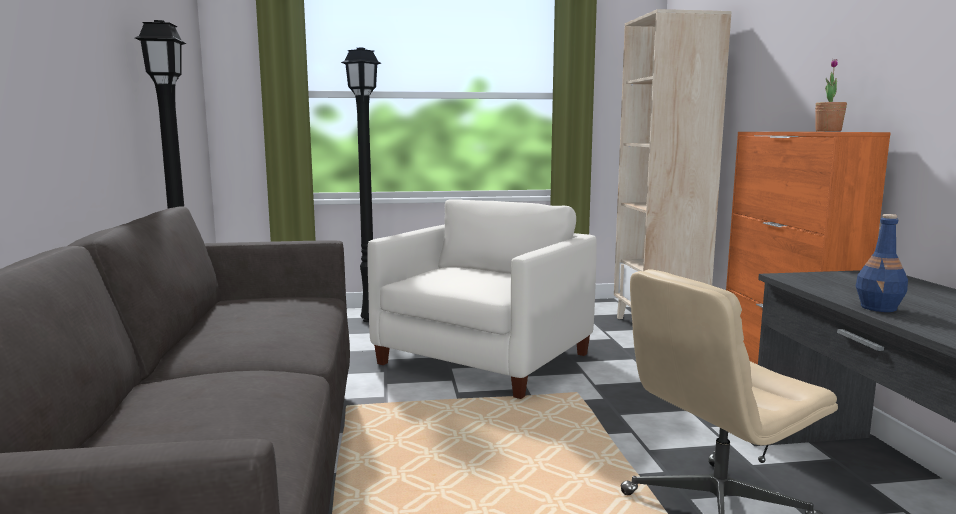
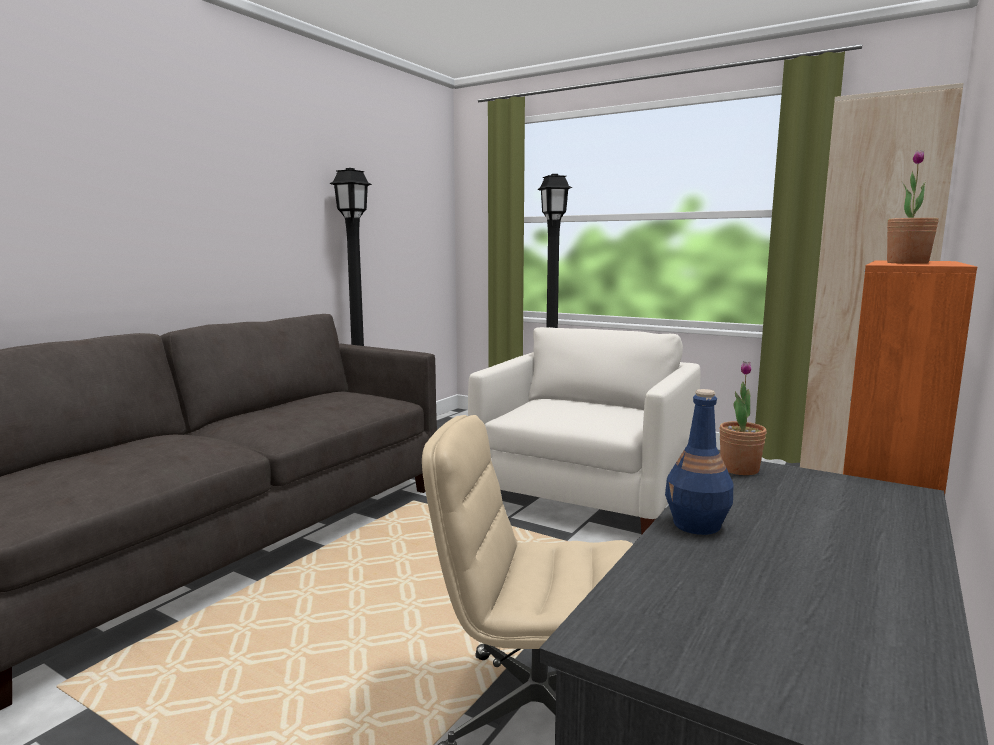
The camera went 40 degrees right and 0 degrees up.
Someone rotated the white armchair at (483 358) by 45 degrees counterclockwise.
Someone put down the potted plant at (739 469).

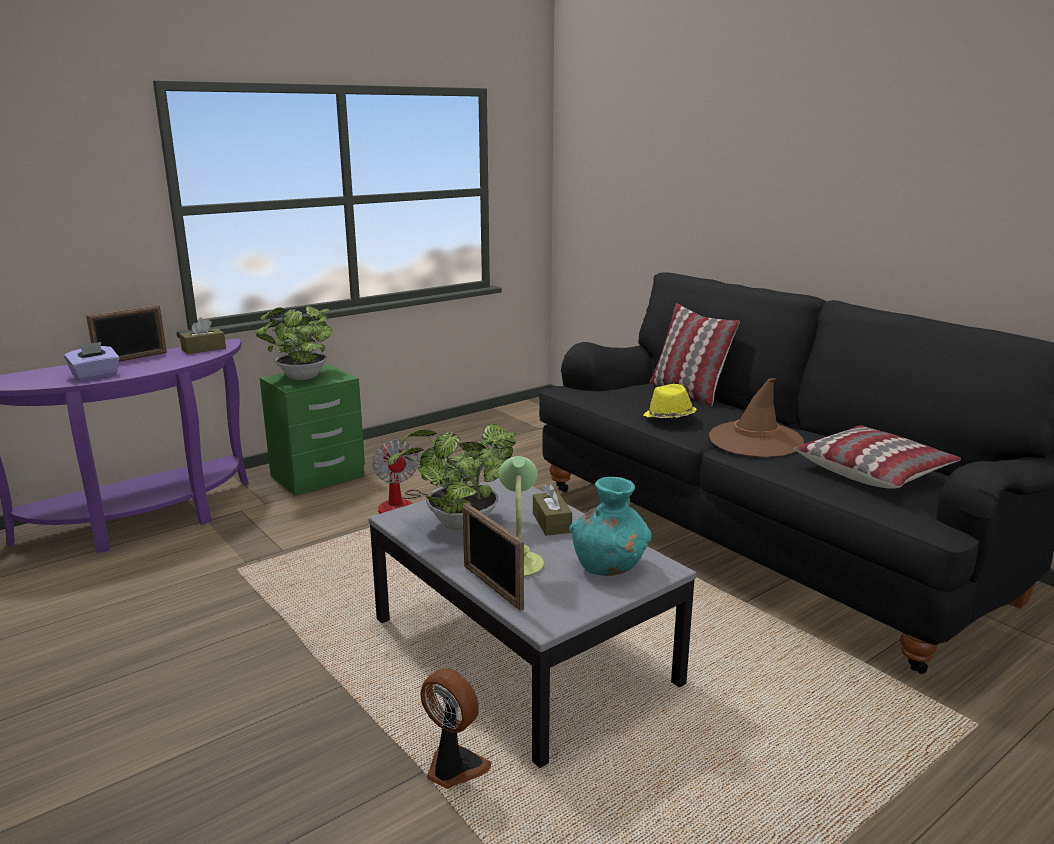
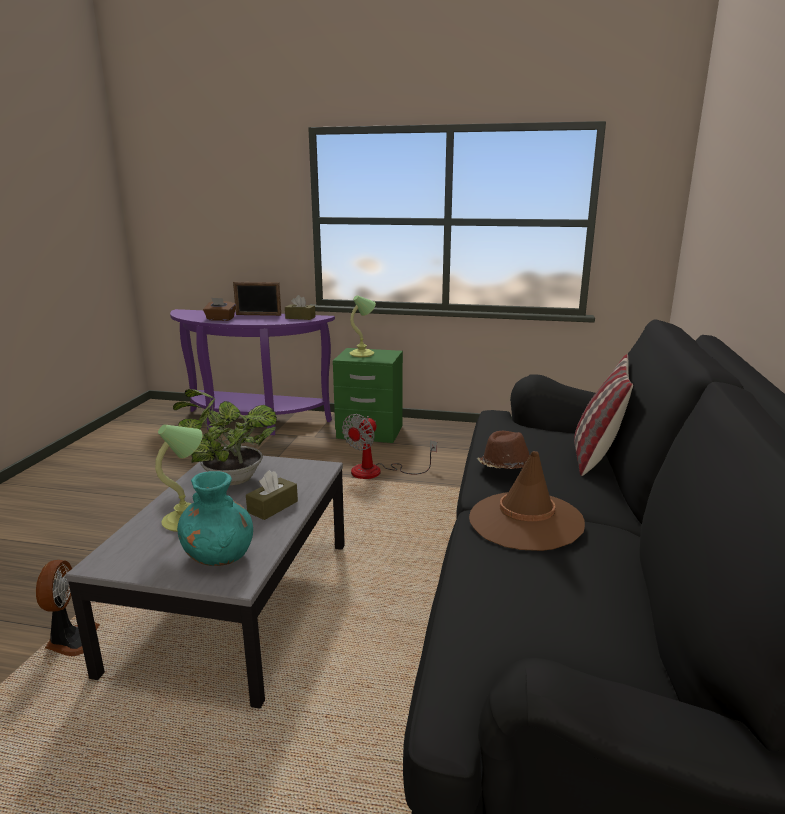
The camera went 50 degrees right and 0 degrees up.
Someone repainted the purple tissue box at (95 375), which became the brown tissue box at (220 319).
Someone swapped the potted plant at (300 378) for the table lamp at (363 354).
Someone repainted the yellow hat at (669 418), which became the brown hat at (505 467).
Someone took away the picture frame at (492 587).
Someone took away the pillow at (873 471).

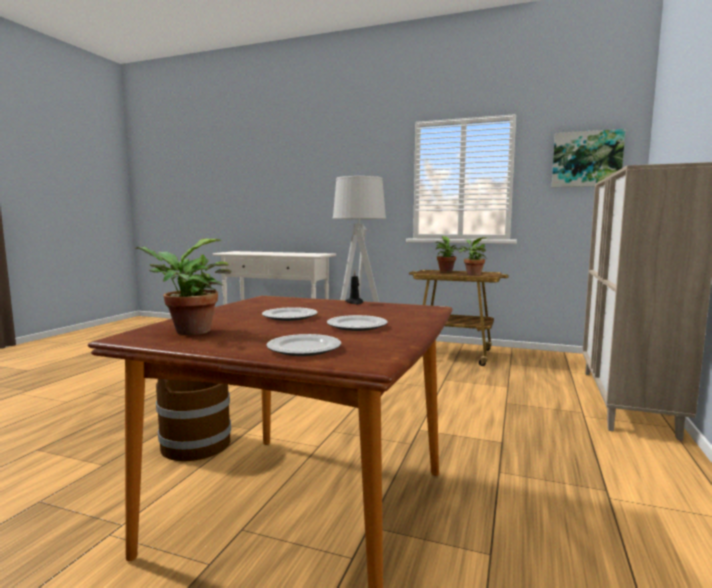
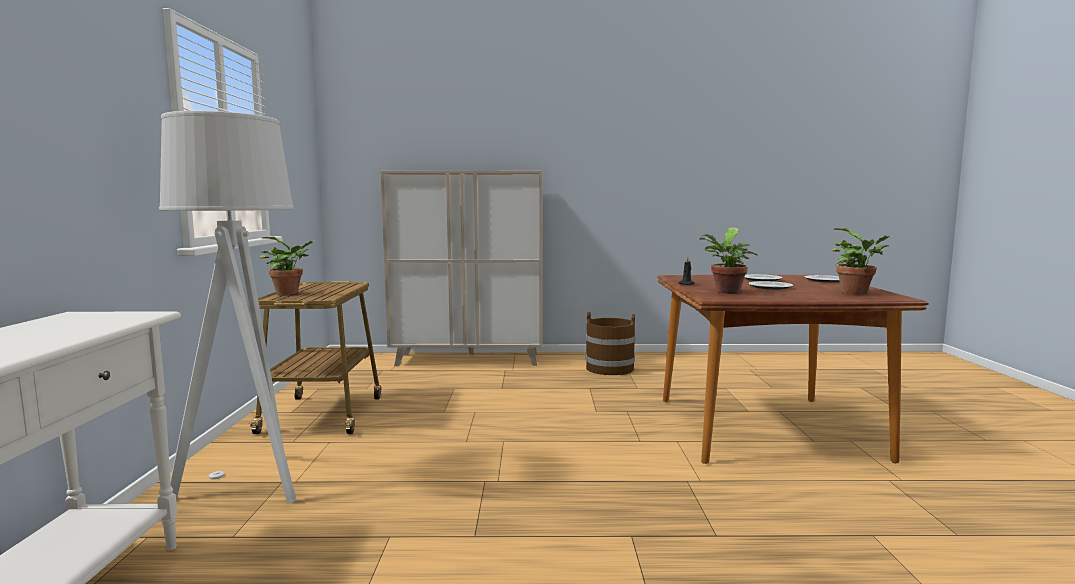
The camera went 110 degrees left and 0 degrees up.
Someone carried the brown bucket from (196 444) to (610 368).
Someone carried the potted plant from (472 274) to (726 292).
Someone took away the picture at (586 159).

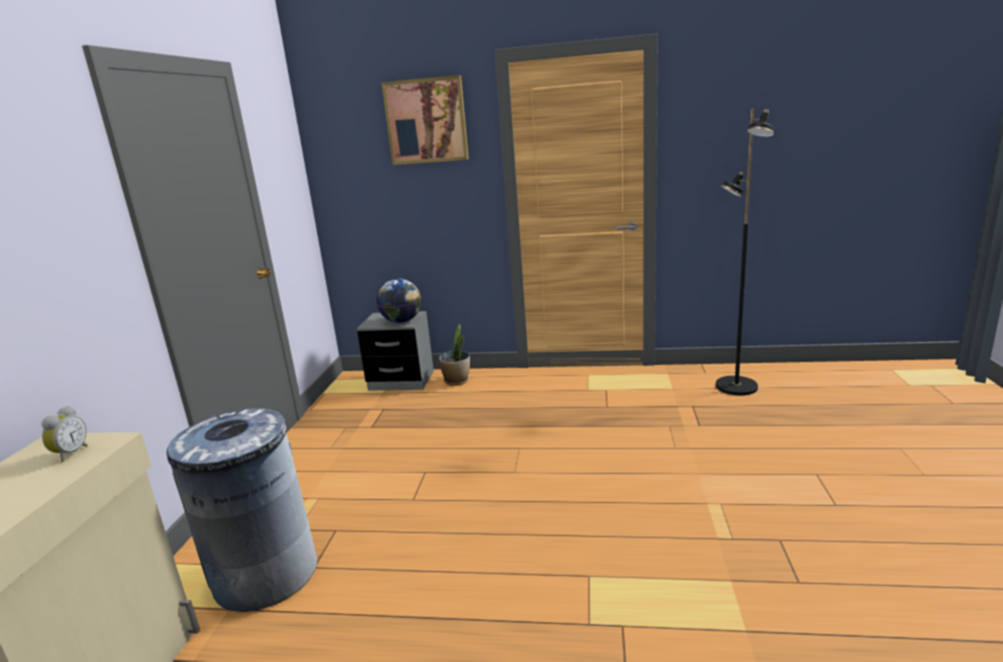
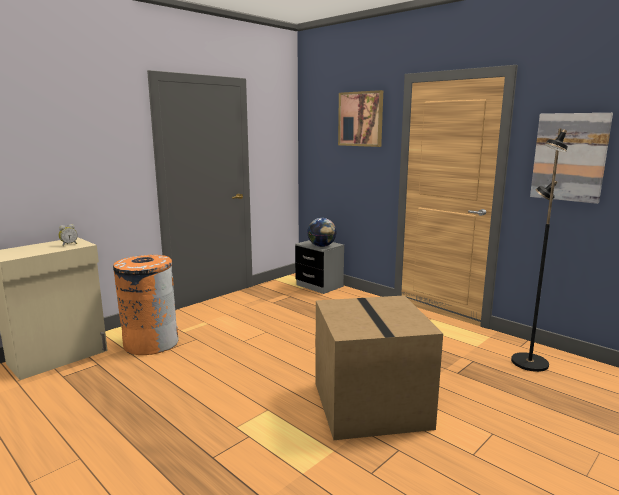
The camera went 35 degrees right and 5 degrees down.
Someone repainted the grey trash can at (265 574), which became the orange trash can at (151 343).
Someone put down the cardboard box at (372 405).
Someone put up the picture at (569 157).
Someone took away the potted plant at (457 381).

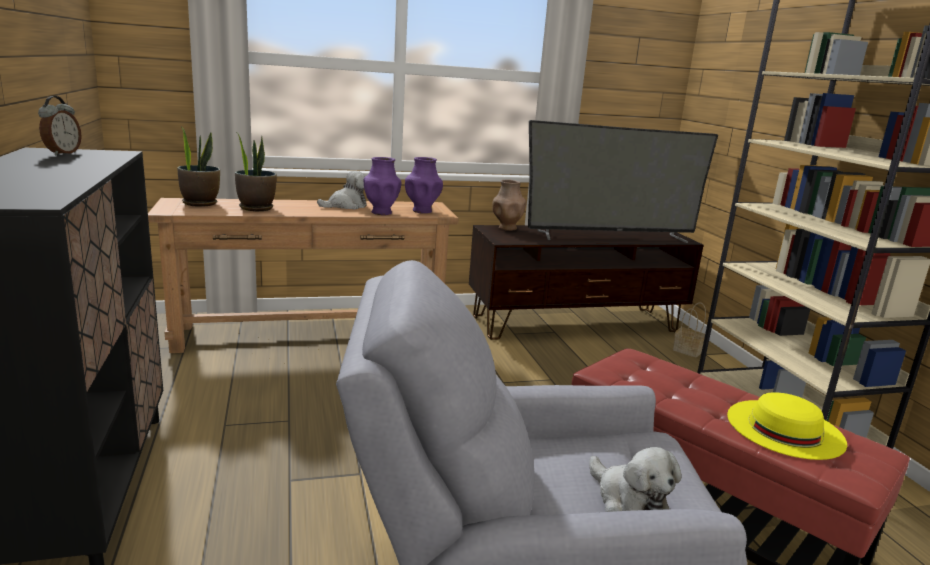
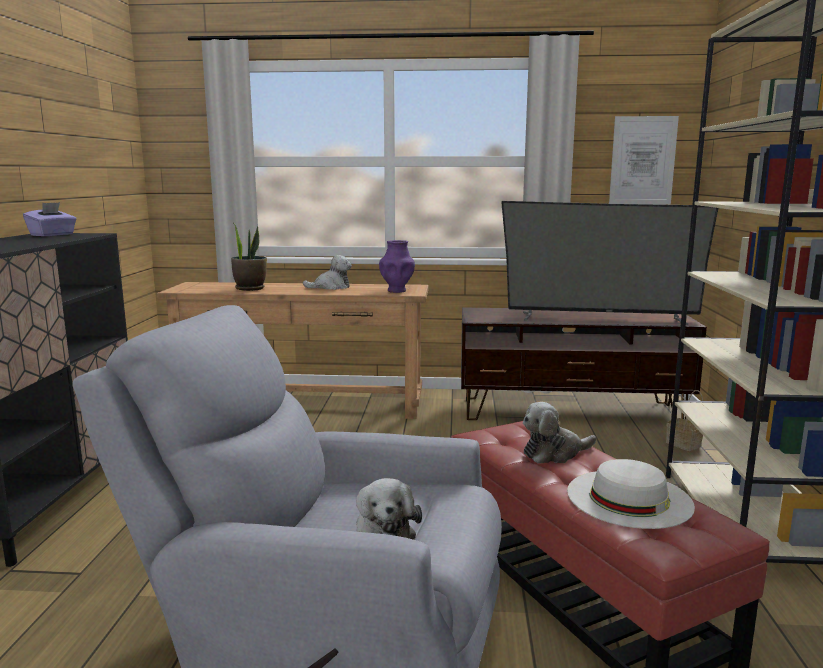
The camera went 20 degrees right and 5 degrees down.
Someone swapped the alarm clock at (62 153) for the purple tissue box at (52 235).
Someone put down the plush toy at (554 453).
Someone repainted the yellow hat at (785 428), which became the white hat at (629 498).
Someone put up the picture at (642 160).
Someone took away the potted plant at (200 203).
Someone took away the purple vase at (381 212).
Someone took away the brown vase at (507 228).

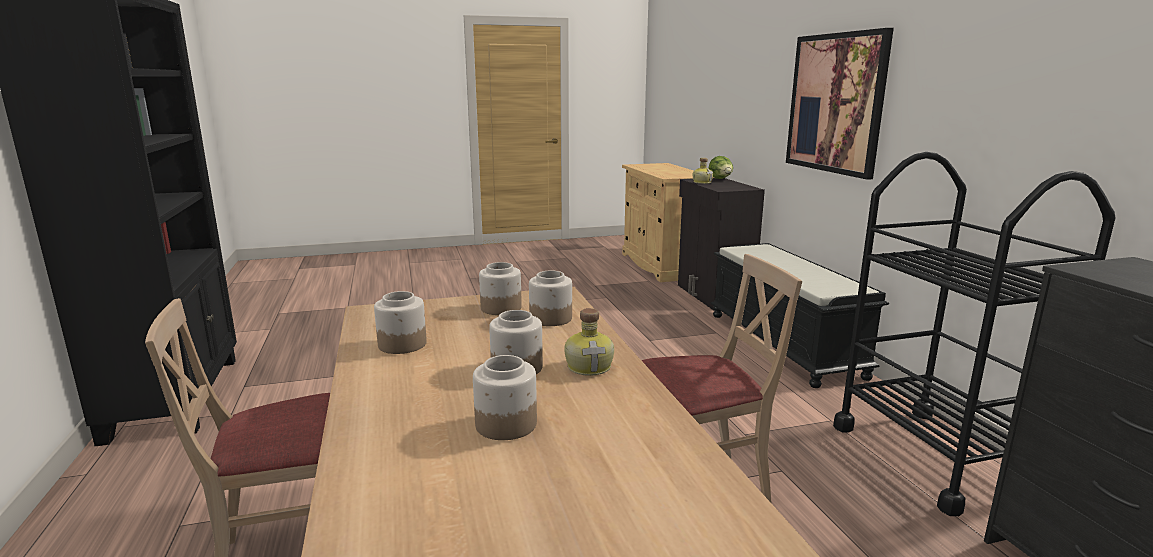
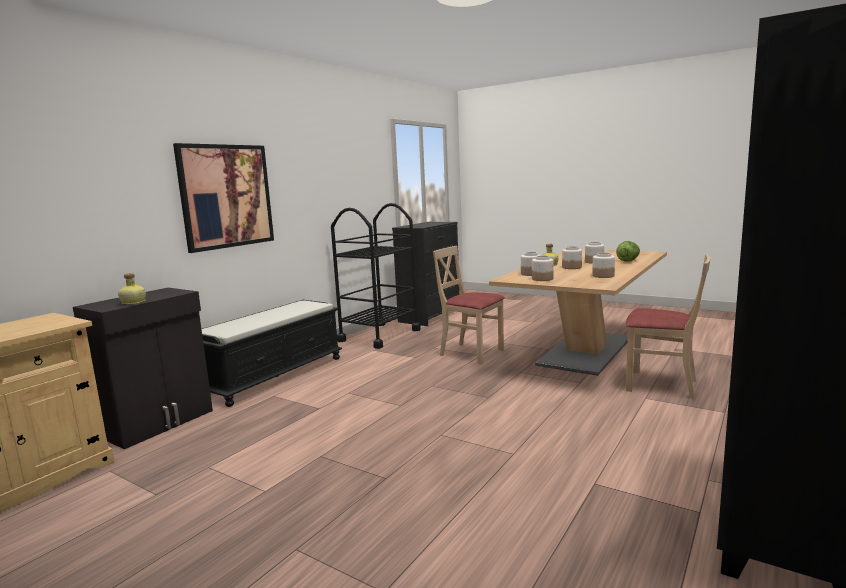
The camera went 130 degrees left and 5 degrees down.
Someone carried the lettuce from (721 179) to (628 261).

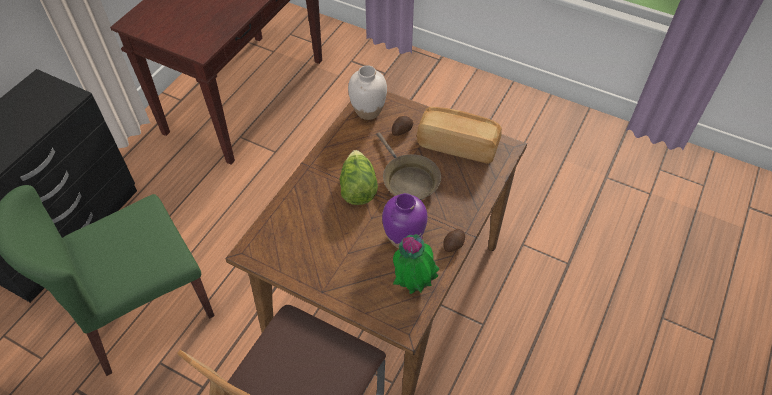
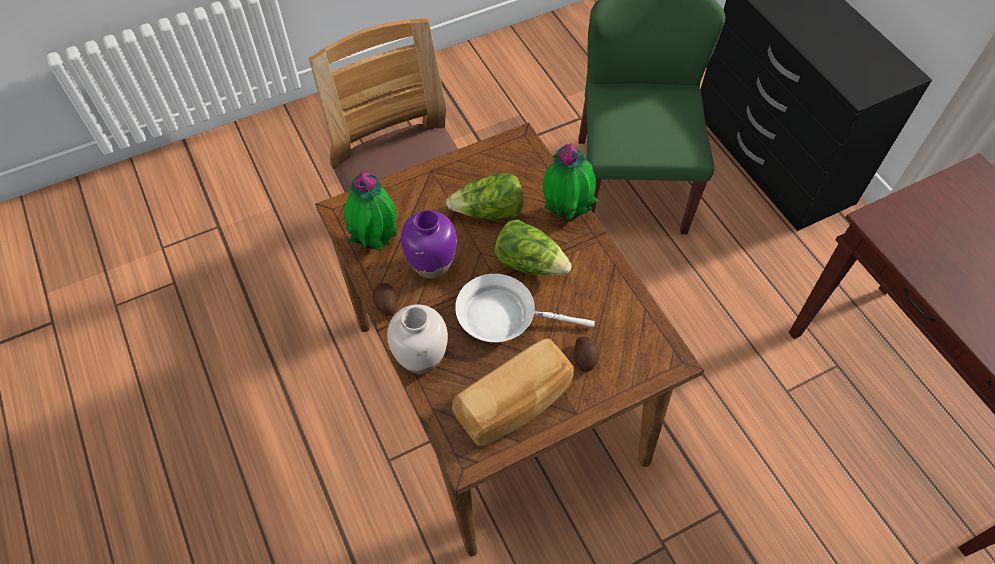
The camera went 125 degrees right and 5 degrees up.
Someone carried the white vase from (368 111) to (421 358).
Someone put down the lettuce at (489 211).
Someone repainted the brown frying pan at (408 180), which became the white frying pan at (503 315).
Someone put down the potted plant at (566 213).

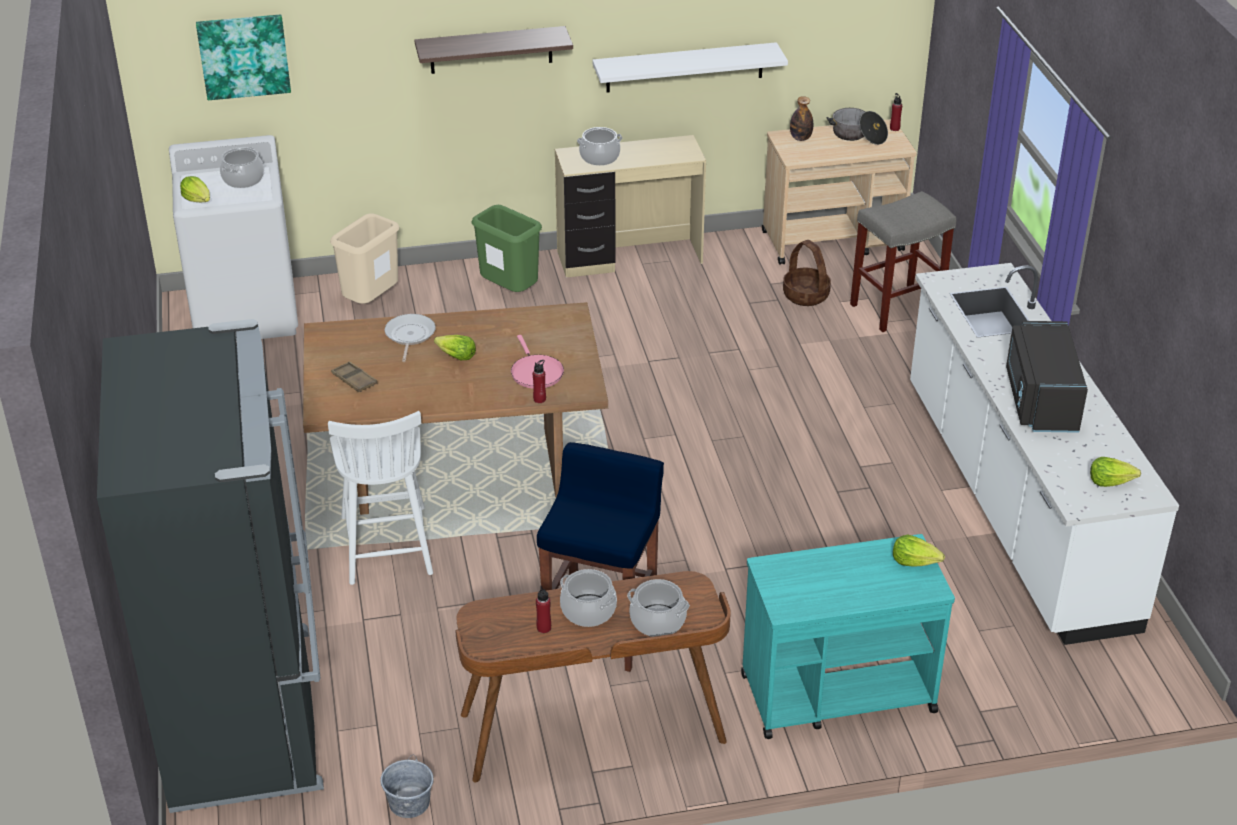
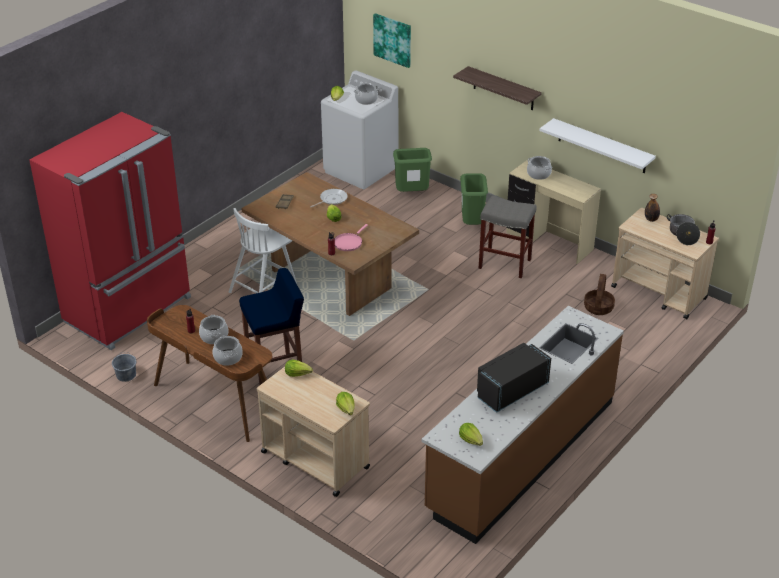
The camera went 50 degrees right and 0 degrees up.
Someone repainted the black fridge at (246 716), which became the red fridge at (130 310).
Someone repainted the turquoise cart at (836 693), which became the beige cart at (314 459).
Someone put down the lettuce at (297 373).
Someone repainted the beige trash can at (371 302), which became the green trash can at (412 194).
Someone repainted the white counter at (1014 504), which became the brown counter at (521 454).
Someone carried the grey stool from (896 309) to (504 264).

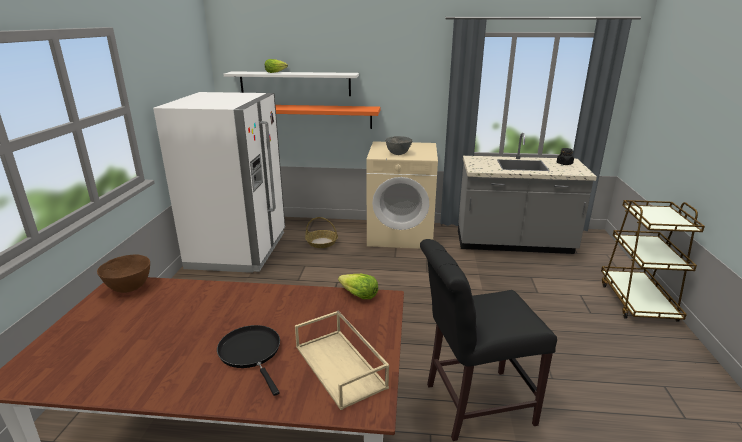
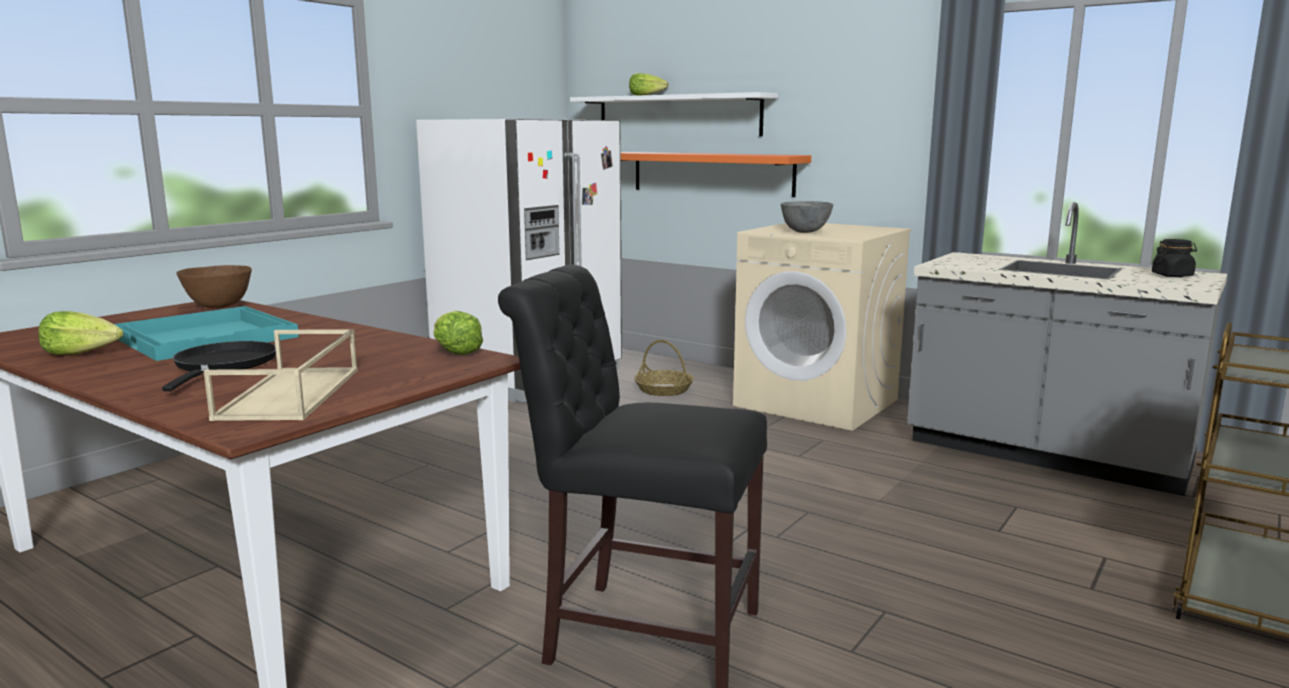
The camera went 30 degrees right and 10 degrees down.
Someone put down the lettuce at (83 353).
Someone put down the turquoise tray at (208 337).

